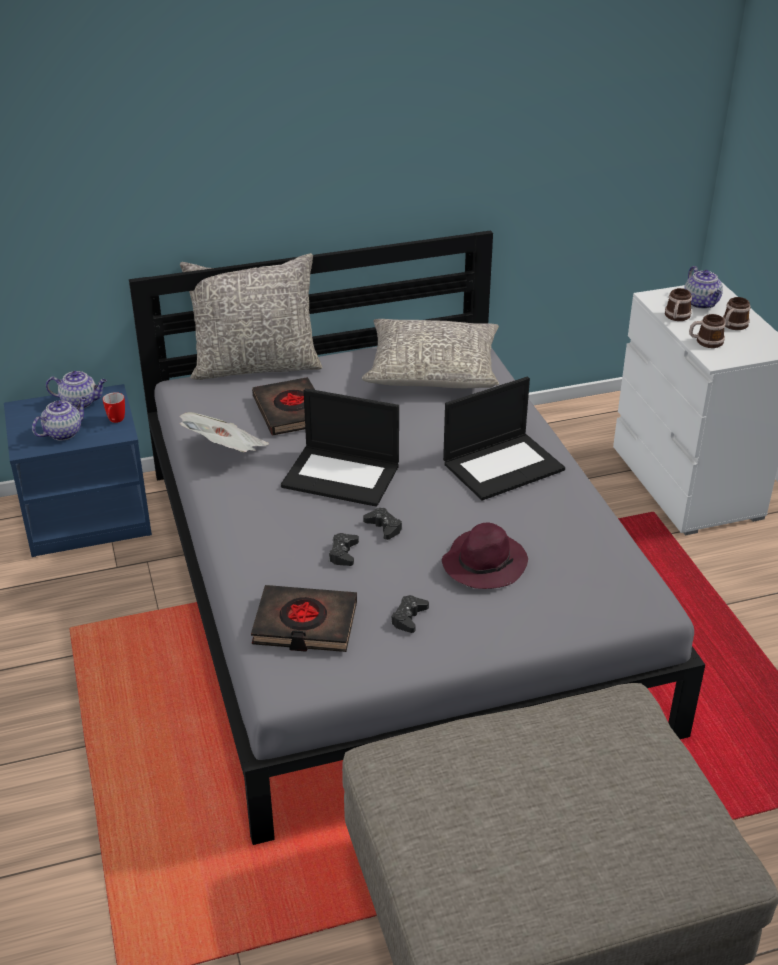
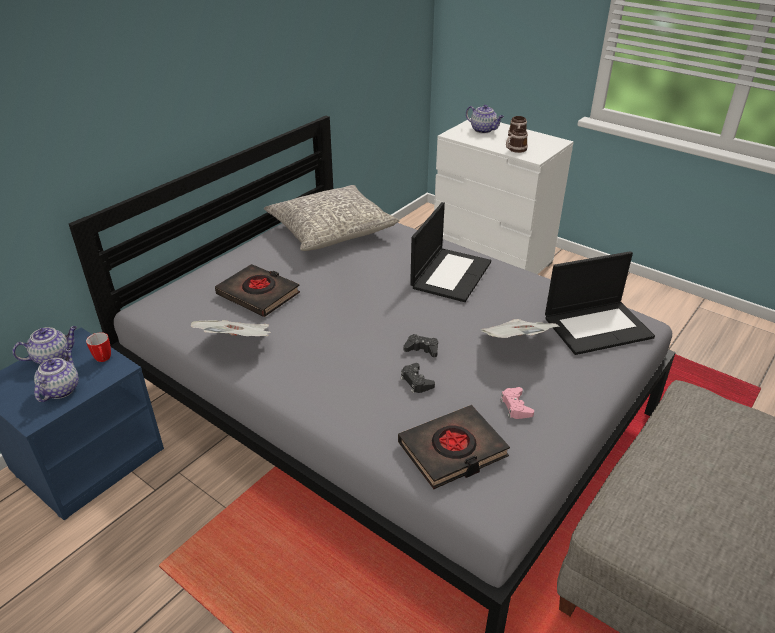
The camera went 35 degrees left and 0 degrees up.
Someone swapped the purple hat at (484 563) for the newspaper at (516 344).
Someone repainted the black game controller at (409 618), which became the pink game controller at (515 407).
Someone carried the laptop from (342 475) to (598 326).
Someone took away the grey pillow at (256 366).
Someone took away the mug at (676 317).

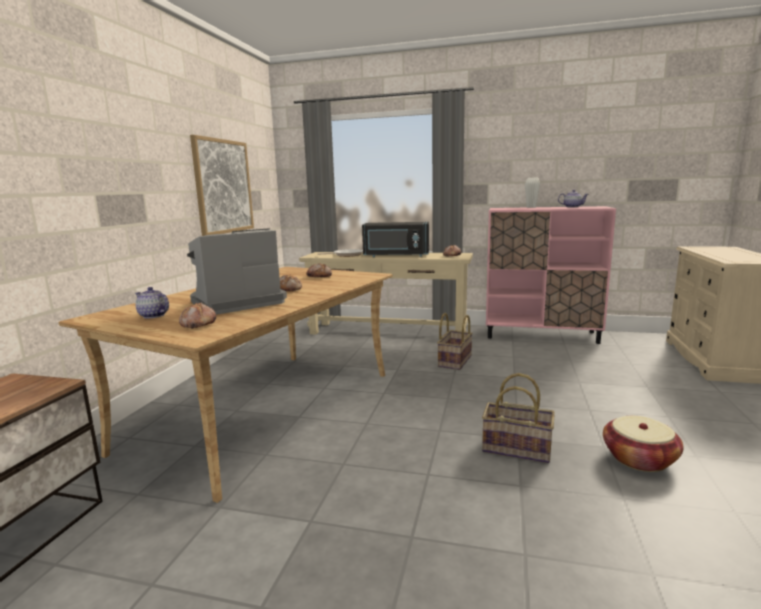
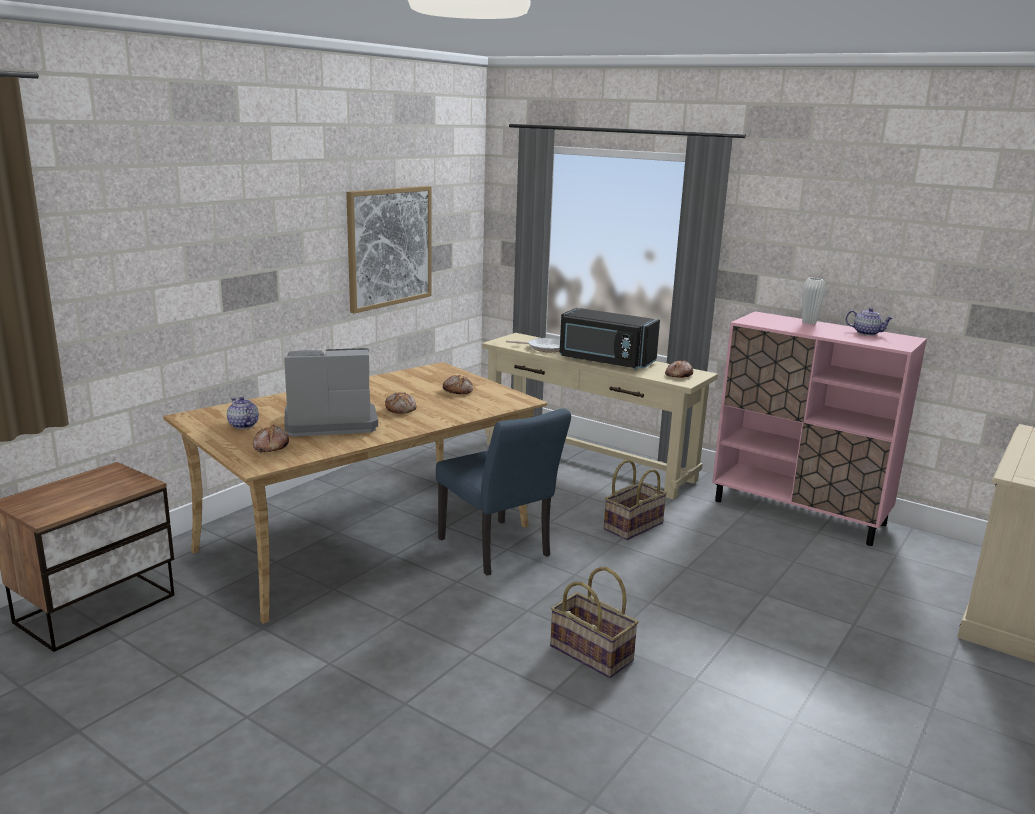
The camera went 20 degrees right and 5 degrees up.
Someone put down the blue chair at (498 551).
Someone took away the basket at (639 459).

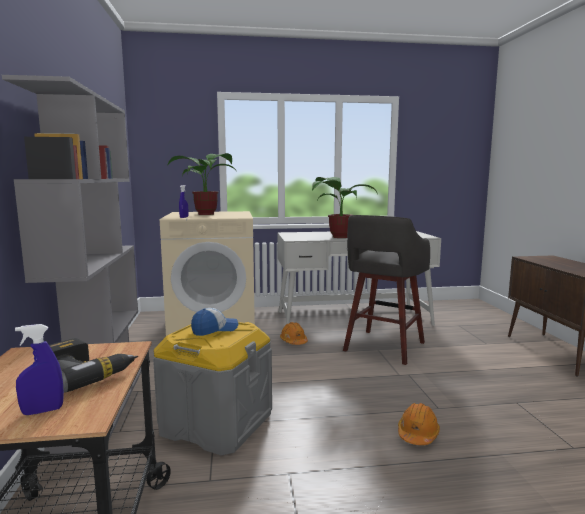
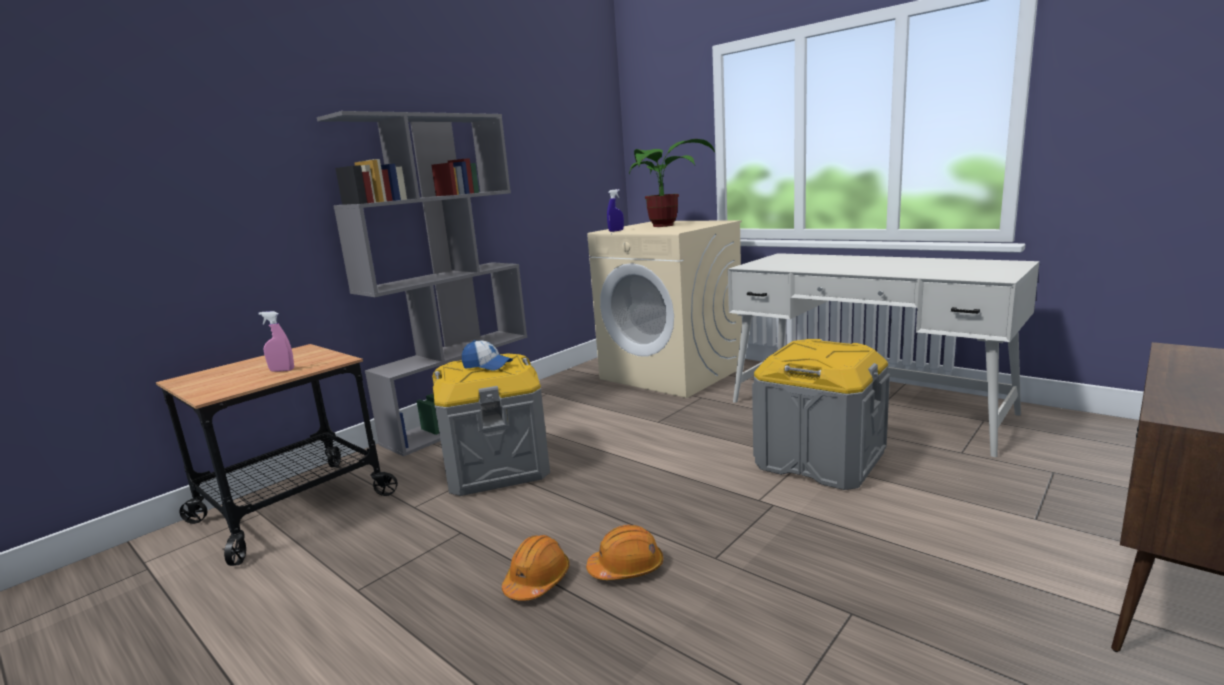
The camera went 50 degrees right and 5 degrees up.
Someone swapped the power drill at (88 372) for the pink spray bottle at (282 370).
Someone carried the orange hard hat from (293 341) to (537 580).
Someone swapped the grey stool at (383 347) for the grey storage box at (819 460).
Someone took away the blue spray bottle at (42 411).
Someone took away the potted plant at (337 236).

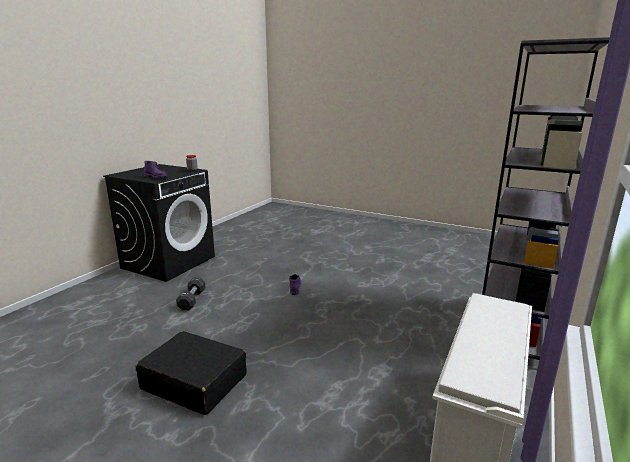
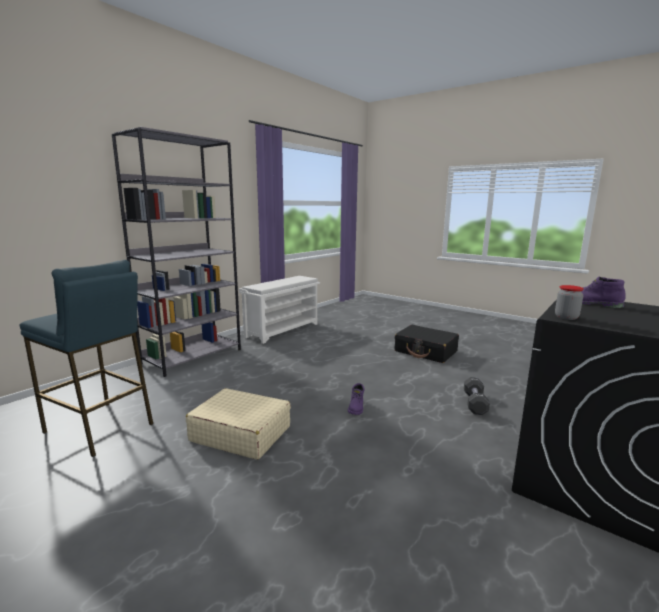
The camera went 170 degrees left and 5 degrees down.
Someone put down the blue stool at (99 428).
Someone put down the beige suitcase at (240 433).

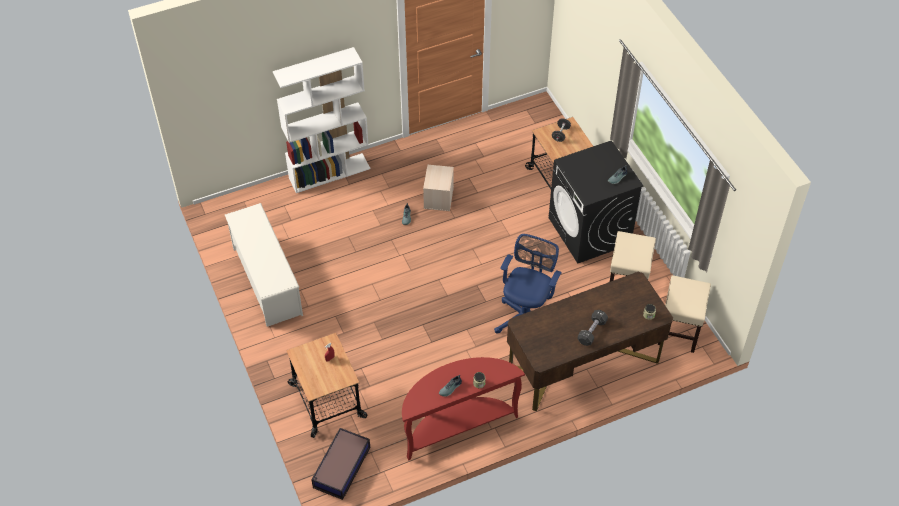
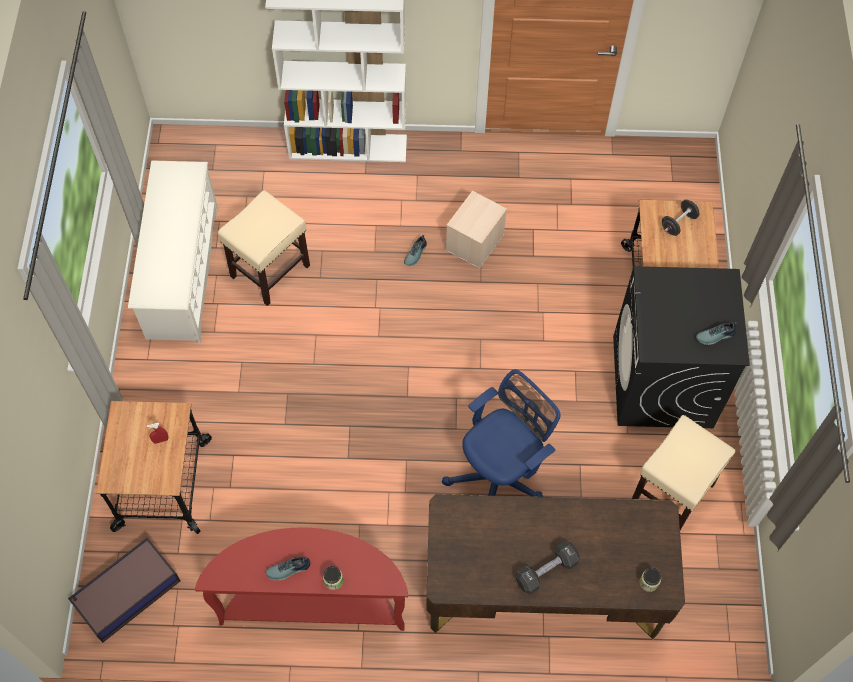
The camera went 25 degrees right and 10 degrees up.
Someone carried the beige stool from (679 330) to (271 270).

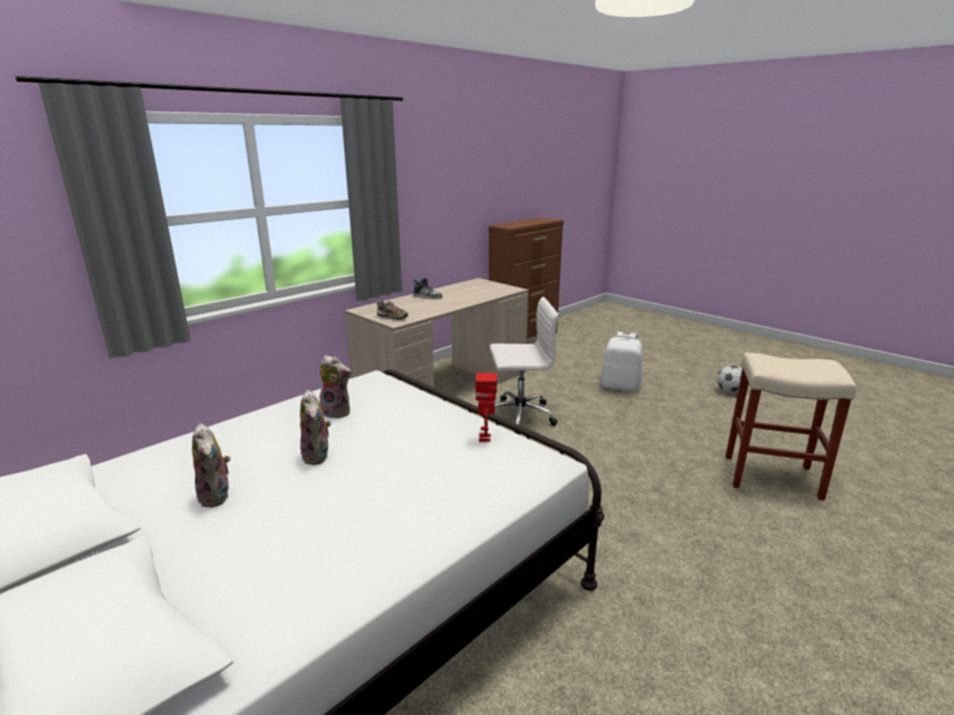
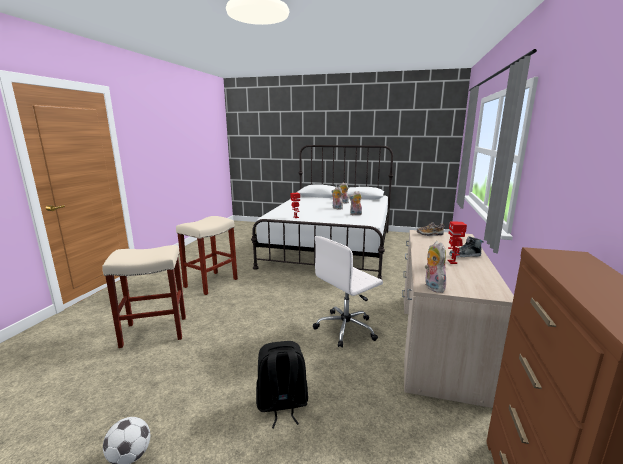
The camera went 150 degrees right and 5 degrees down.
Someone put down the beige stool at (211 282).
Someone repainted the white backpack at (620 387), which became the black backpack at (282 405).
Someone put down the plush toy at (432 287).
Someone put down the toy robot at (452 262).

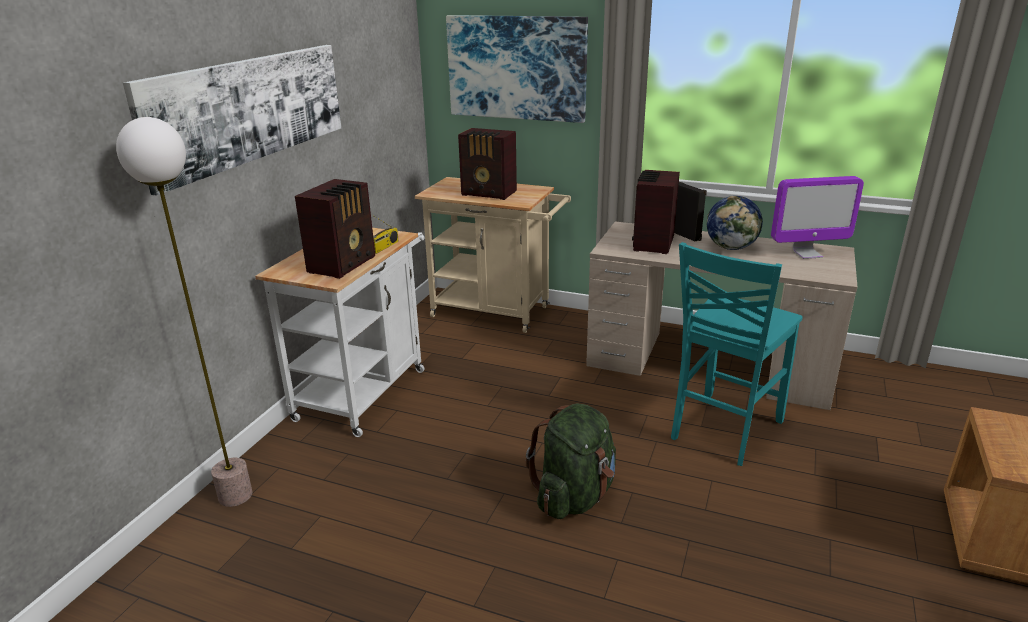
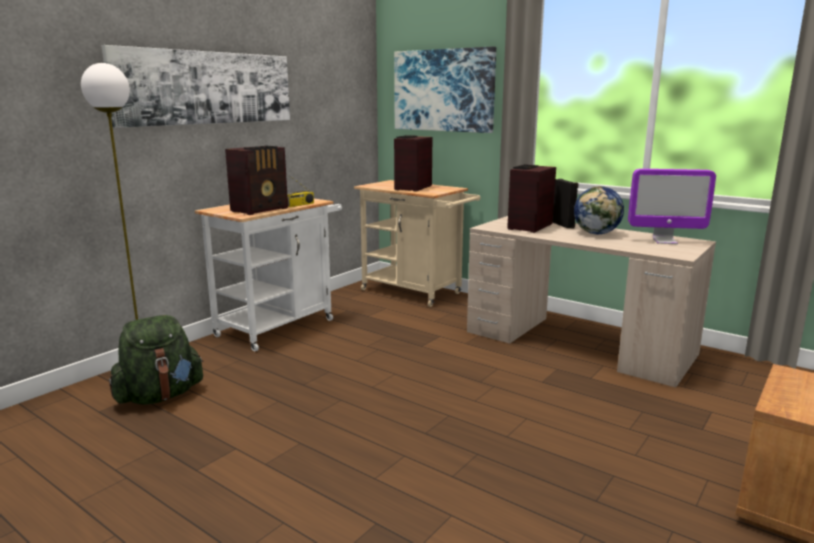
The camera went 15 degrees right and 10 degrees down.
Someone carried the green backpack from (574 496) to (160 396).
Someone rotated the radio at (489 193) by 75 degrees clockwise.
Someone took away the turquoise chair at (723 430).

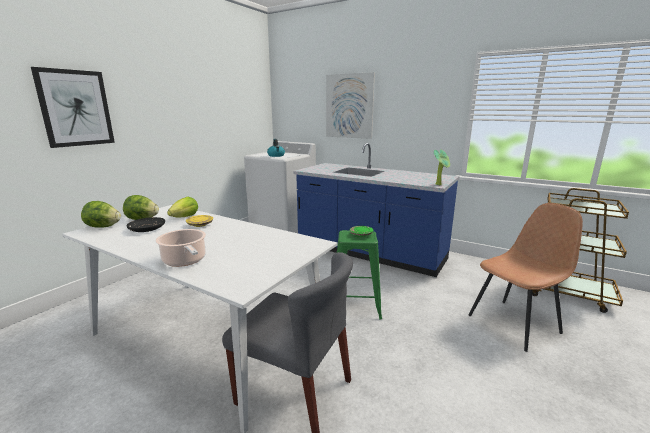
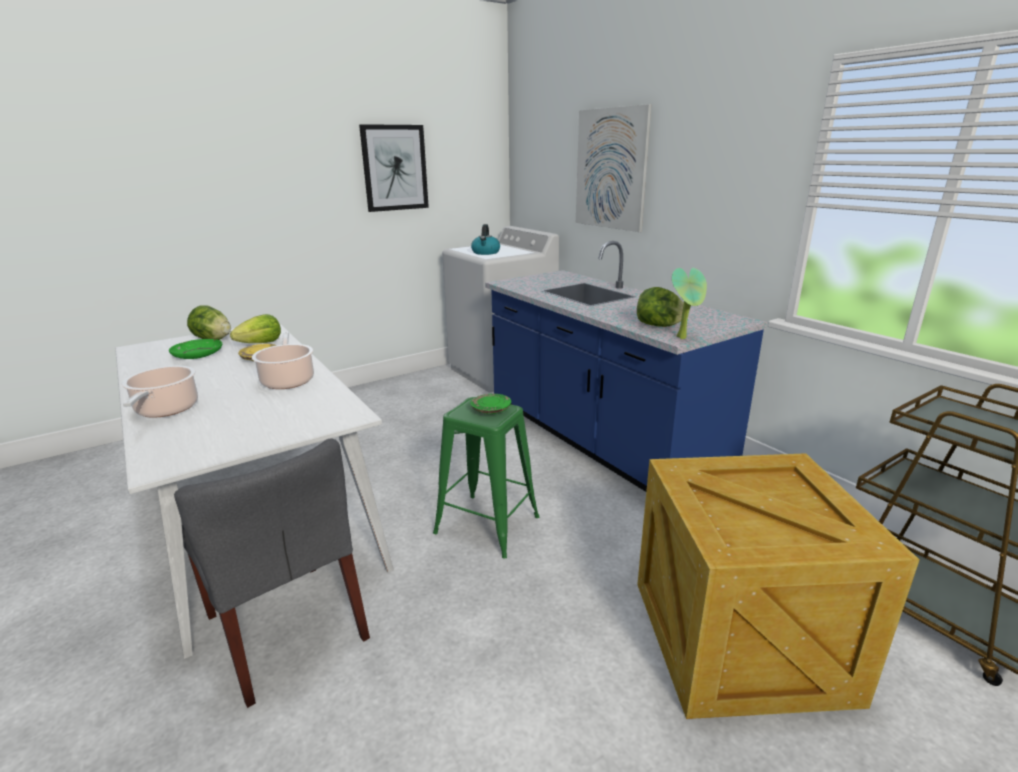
The camera went 25 degrees right and 5 degrees up.
Someone repainted the black plate at (147 229), which became the green plate at (197 355).
Someone put down the cooking pot at (288 380).
Someone carried the picture from (75 108) to (394 168).
Someone carried the lettuce from (103 227) to (659 326).
Someone swapped the brown chair at (515 323) for the crate at (742 640).

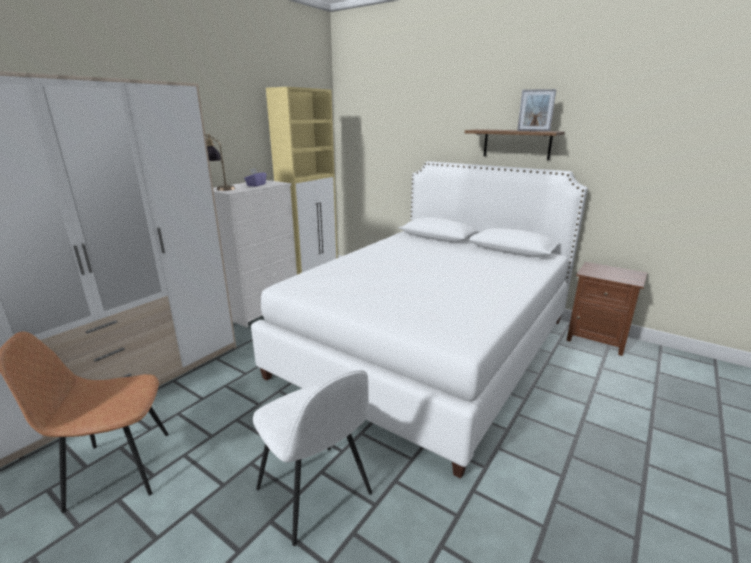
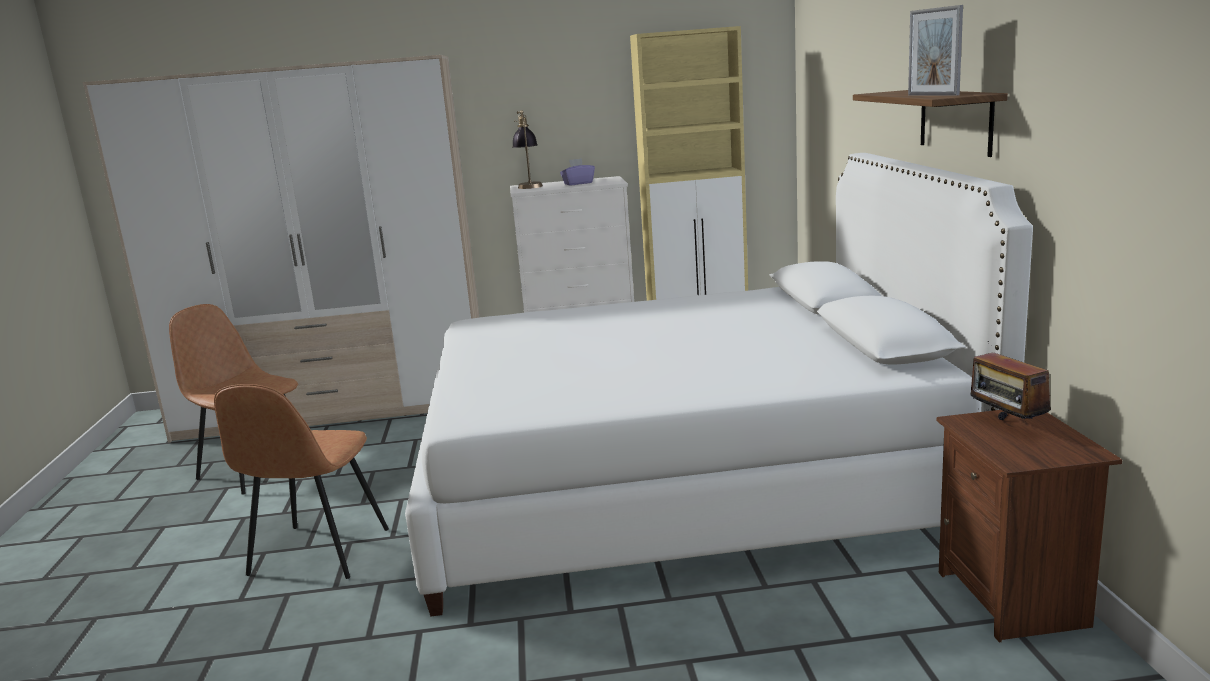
The camera went 50 degrees right and 5 degrees down.
Someone repainted the white chair at (315 493), which became the brown chair at (317 554).
Someone put down the radio at (1006 426).

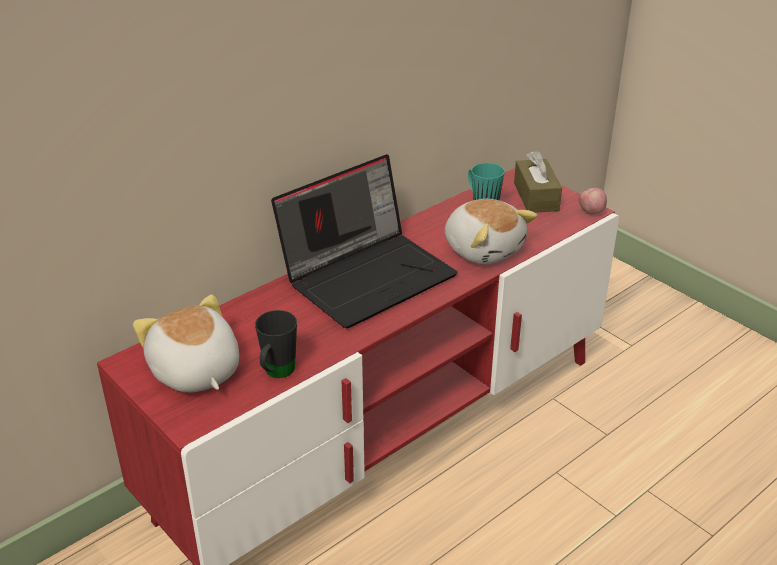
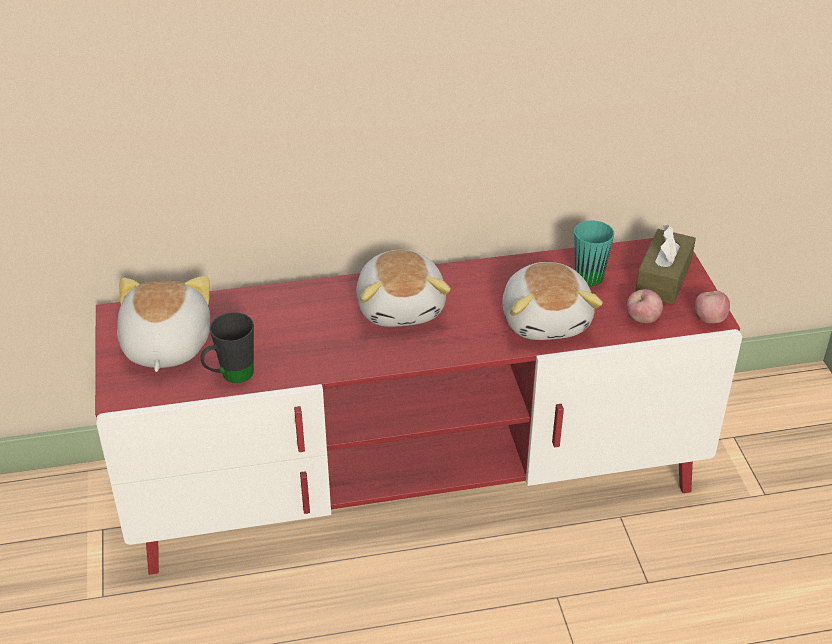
The camera went 30 degrees right and 5 degrees up.
Someone swapped the laptop at (368 275) for the plush toy at (402 307).
Someone put down the apple at (642 319).

